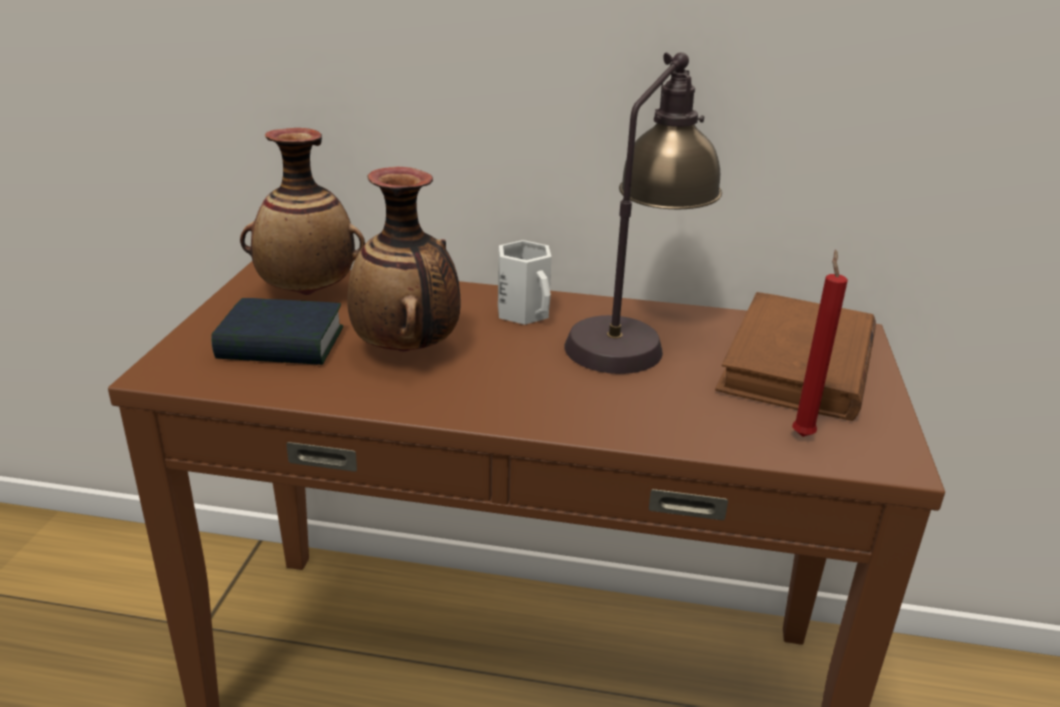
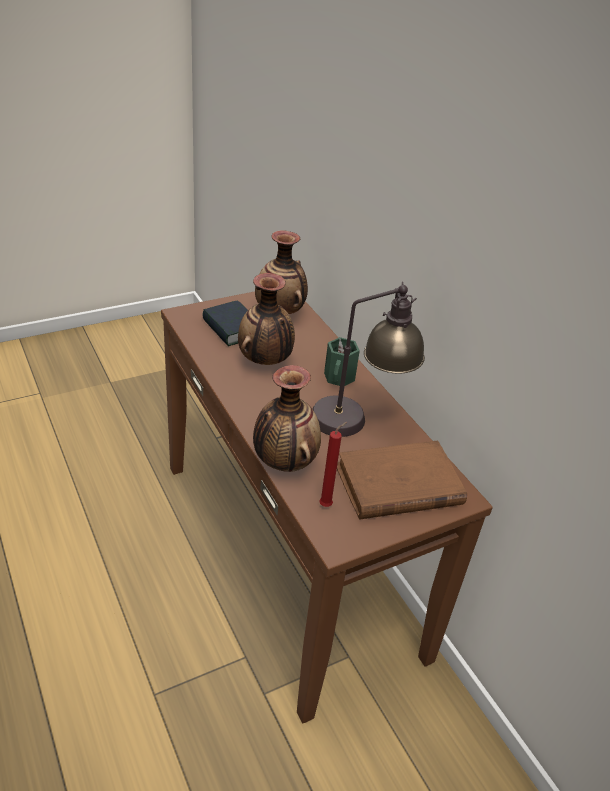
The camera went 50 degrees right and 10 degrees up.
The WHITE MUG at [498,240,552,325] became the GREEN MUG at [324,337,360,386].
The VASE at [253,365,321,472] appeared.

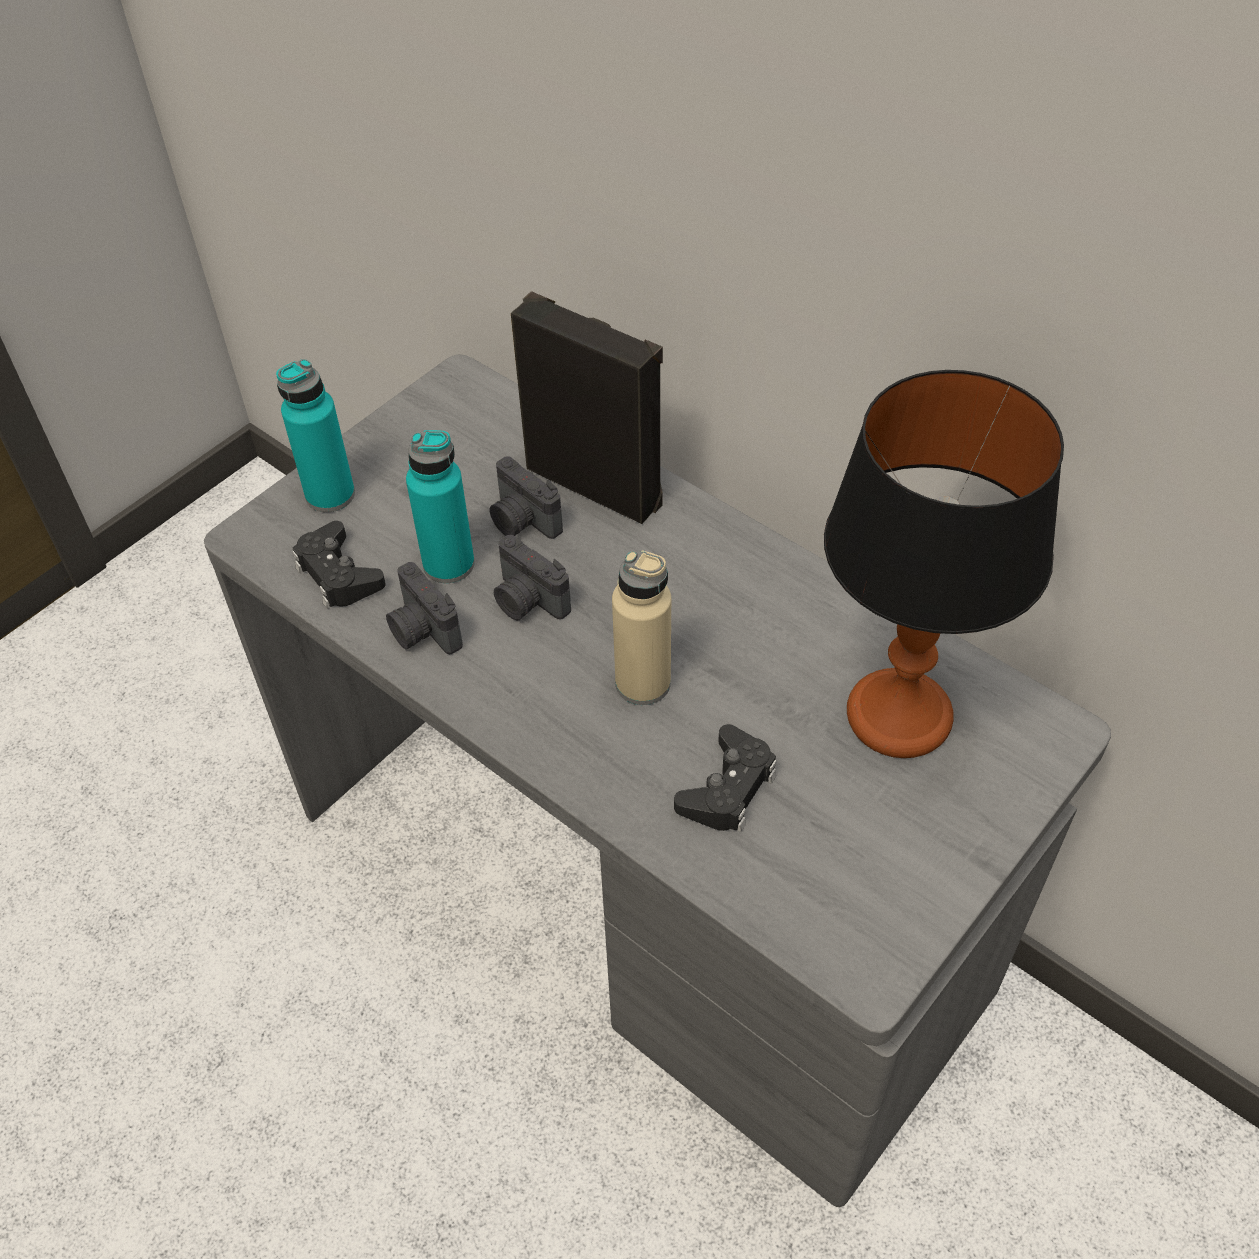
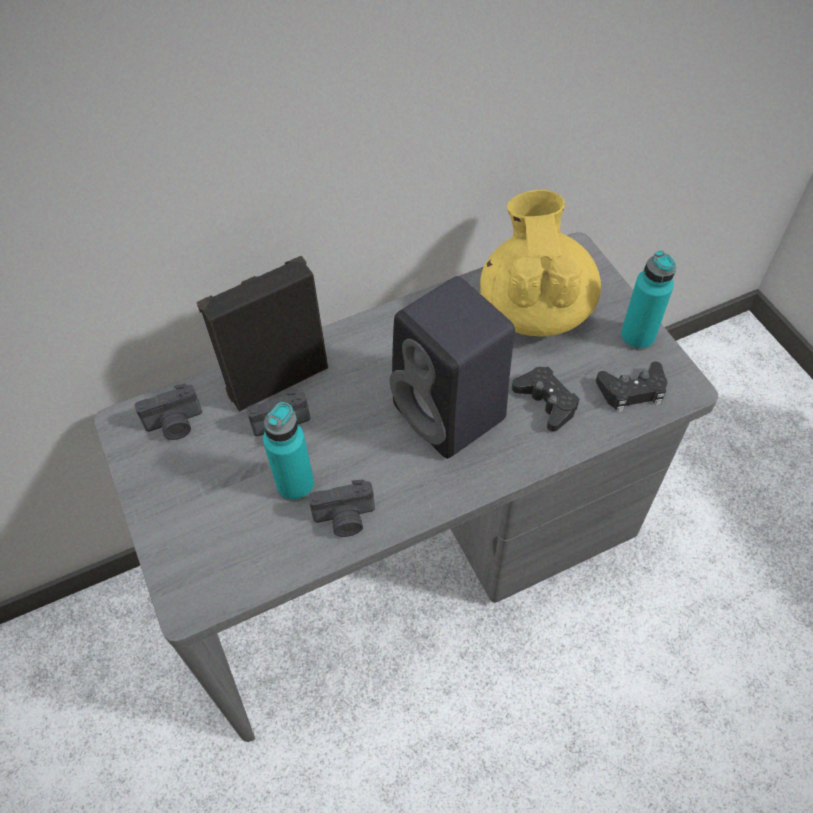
The camera went 65 degrees left and 5 degrees up.
The TURQUOISE BOTTLE moved from [276,359,355,512] to [620,251,676,351].
The BLACK GAME CONTROLLER moved from [292,521,386,609] to [596,362,667,412].
The PHOTO CAMERA moved from [494,535,571,620] to [134,383,202,440].
The BEIGE BOTTLE at [612,550,671,705] was replaced by the BLACK SPEAKER at [390,276,515,459].
The TABLE LAMP at [824,370,1064,758] was replaced by the YELLOW TEAPOT at [480,190,601,336].

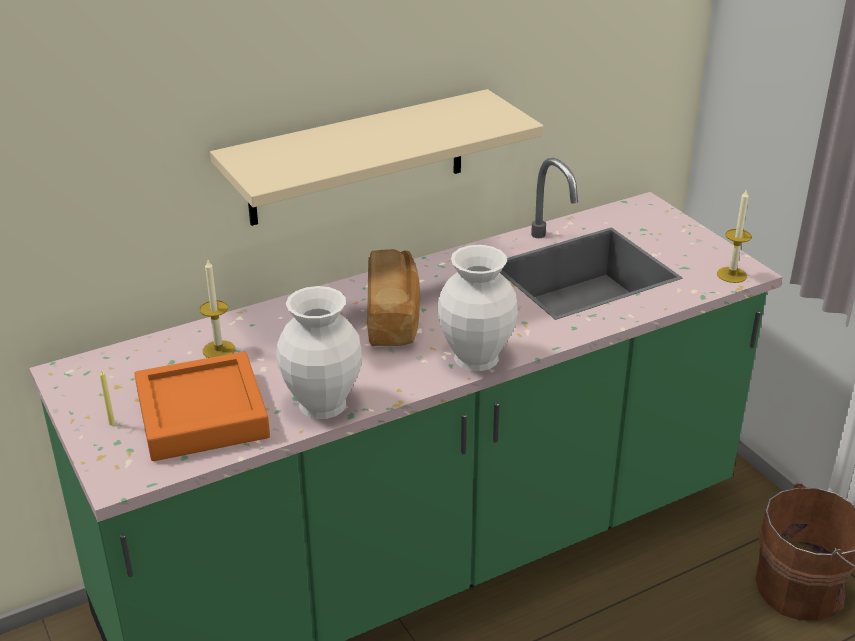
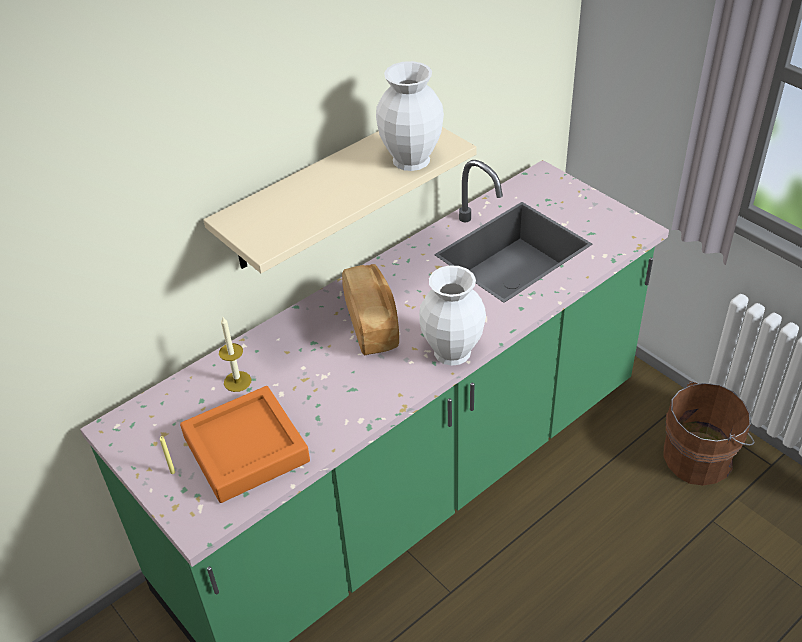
The camera went 10 degrees left and 10 degrees up.
The WHITE VASE moved from [276,286,362,419] to [376,61,444,171].
The CANDLE at [717,190,752,283] disappeared.

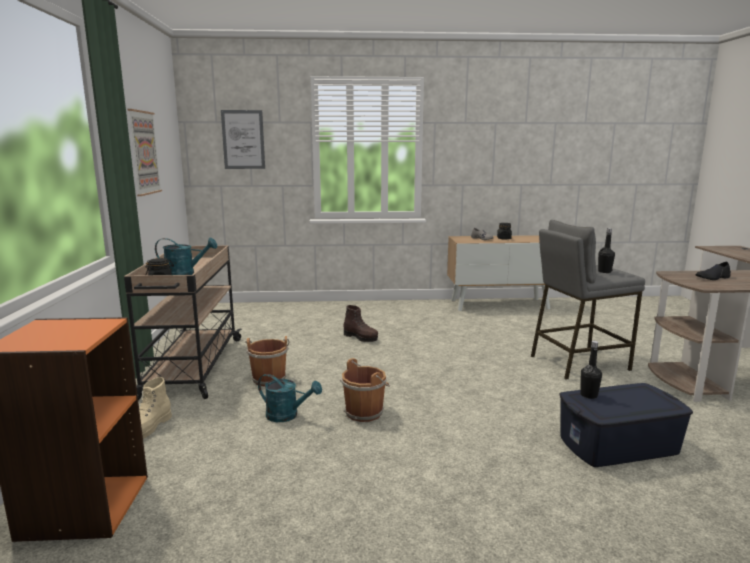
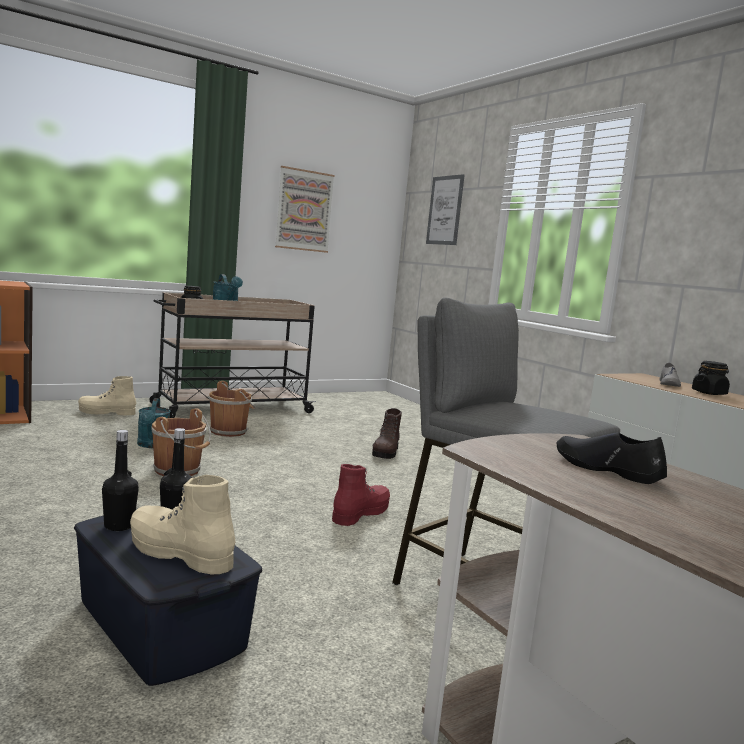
The camera went 60 degrees right and 5 degrees down.
The BLACK BOTTLE moved from [598,228,615,273] to [102,430,139,531].
The BEIGE BOOT at [130,475,236,574] appeared.
The RED BOOT at [332,464,390,526] appeared.

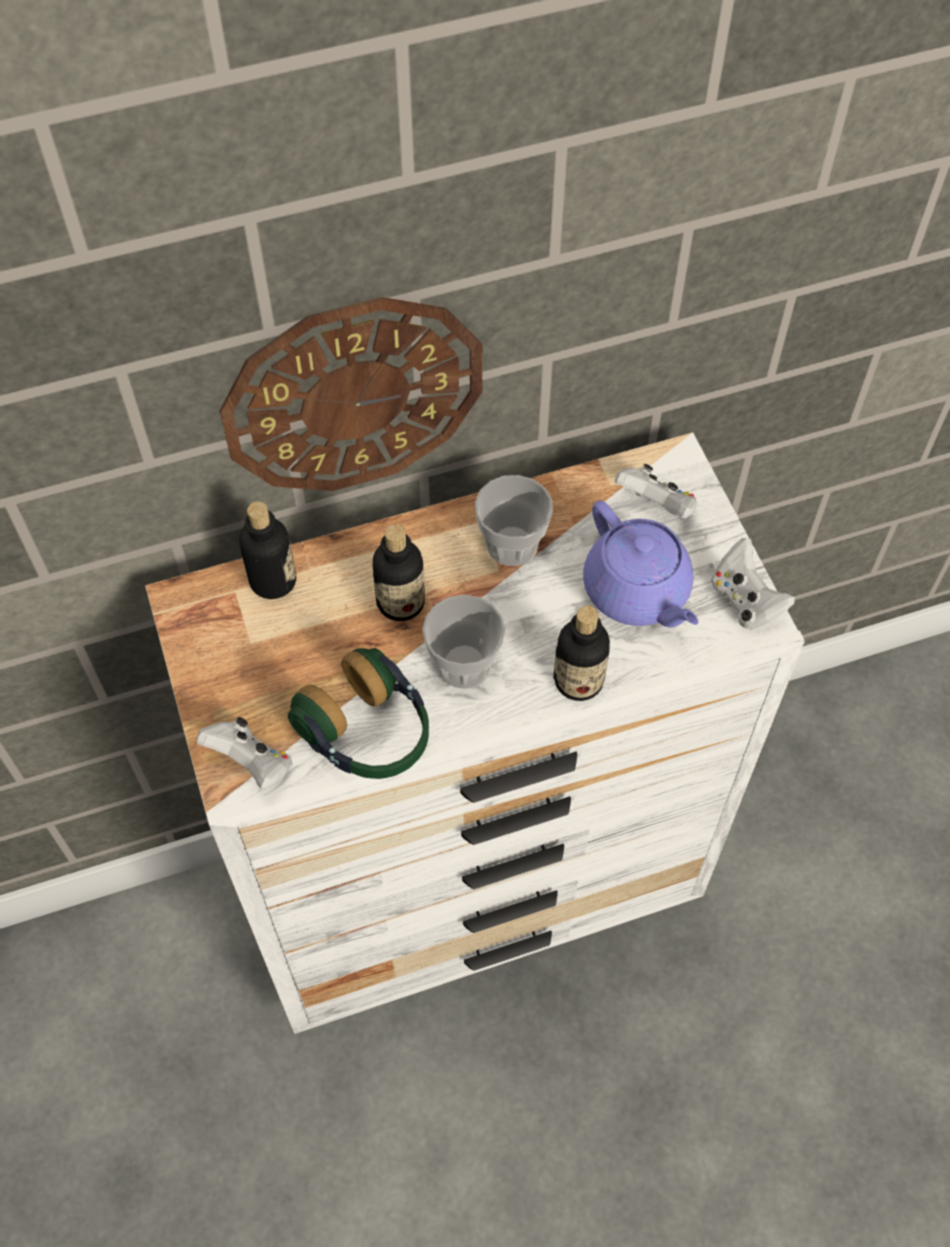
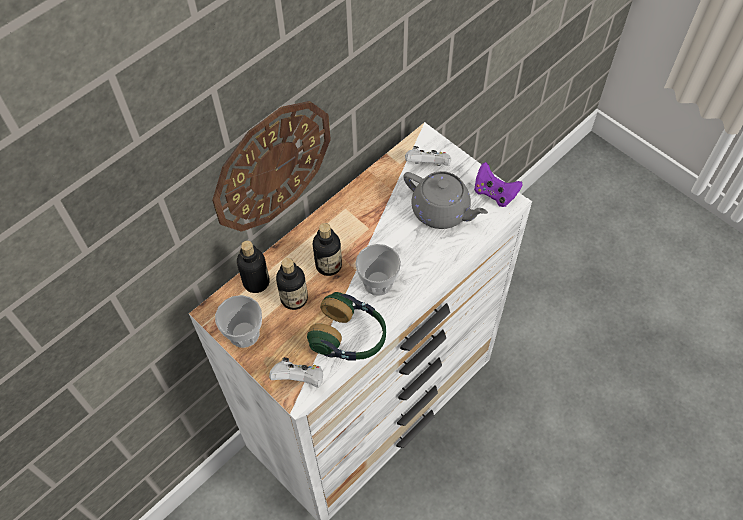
The camera went 25 degrees left and 0 degrees up.
The CUP moved from [475,475,553,566] to [215,295,262,348].
The BOTTLE moved from [553,606,610,701] to [276,258,308,310].
The PURPLE TEAPOT at [583,501,698,627] became the GREY TEAPOT at [403,171,488,229].
The WHITE GAME CONTROLLER at [711,538,795,630] became the PURPLE GAME CONTROLLER at [474,162,523,207].

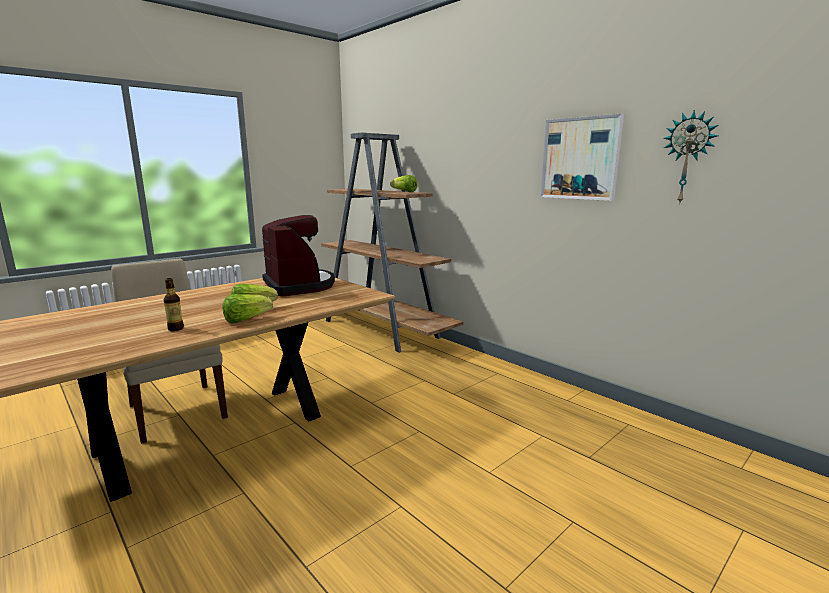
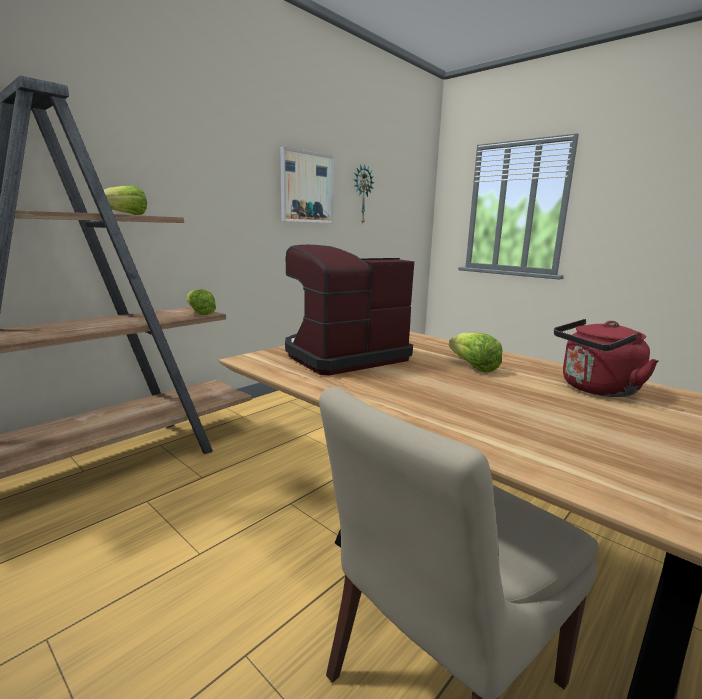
The camera went 95 degrees left and 0 degrees up.
The BOTTLE at [164,278,184,331] was replaced by the RED KETTLE at [554,319,658,397].
The LETTUCE moved from [223,294,273,323] to [186,289,216,315].

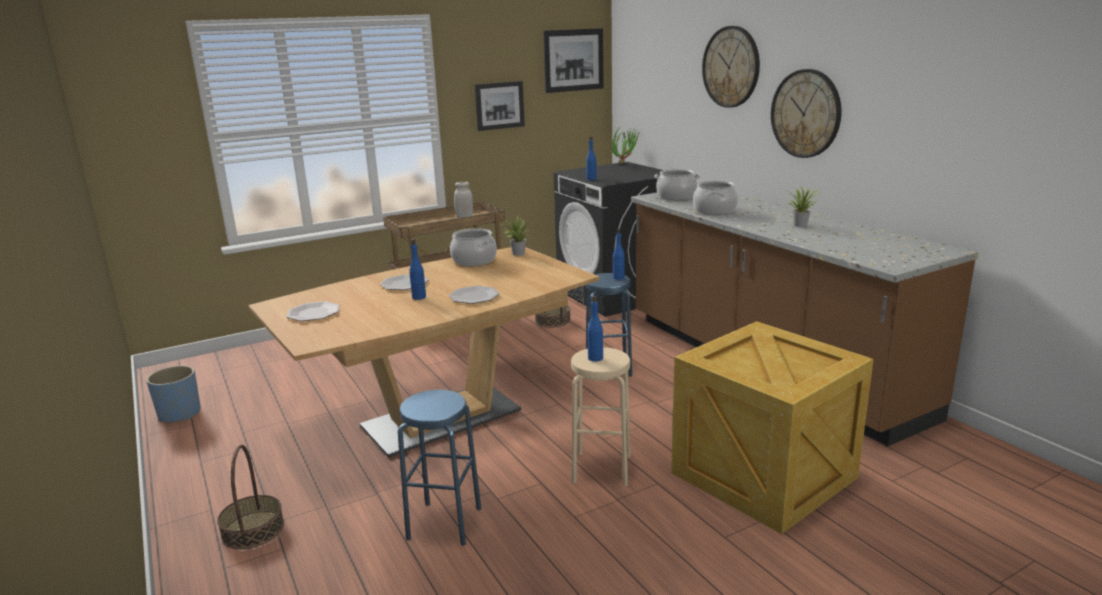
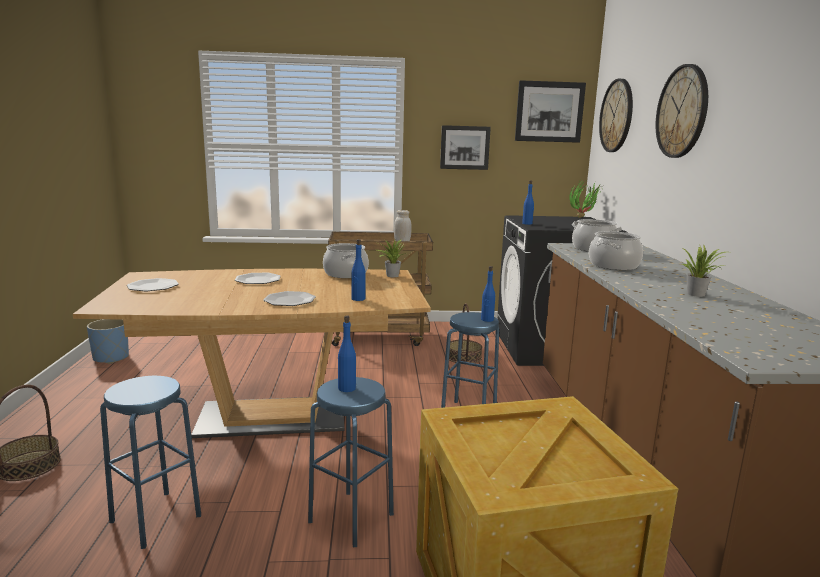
The camera went 25 degrees right and 5 degrees down.
The BLUE BOTTLE moved from [409,239,426,300] to [352,239,366,301].
The BEIGE STOOL at [571,347,630,486] became the BLUE STOOL at [308,377,394,547].
The WALL CLOCK moved from [771,69,841,158] to [599,79,633,152].

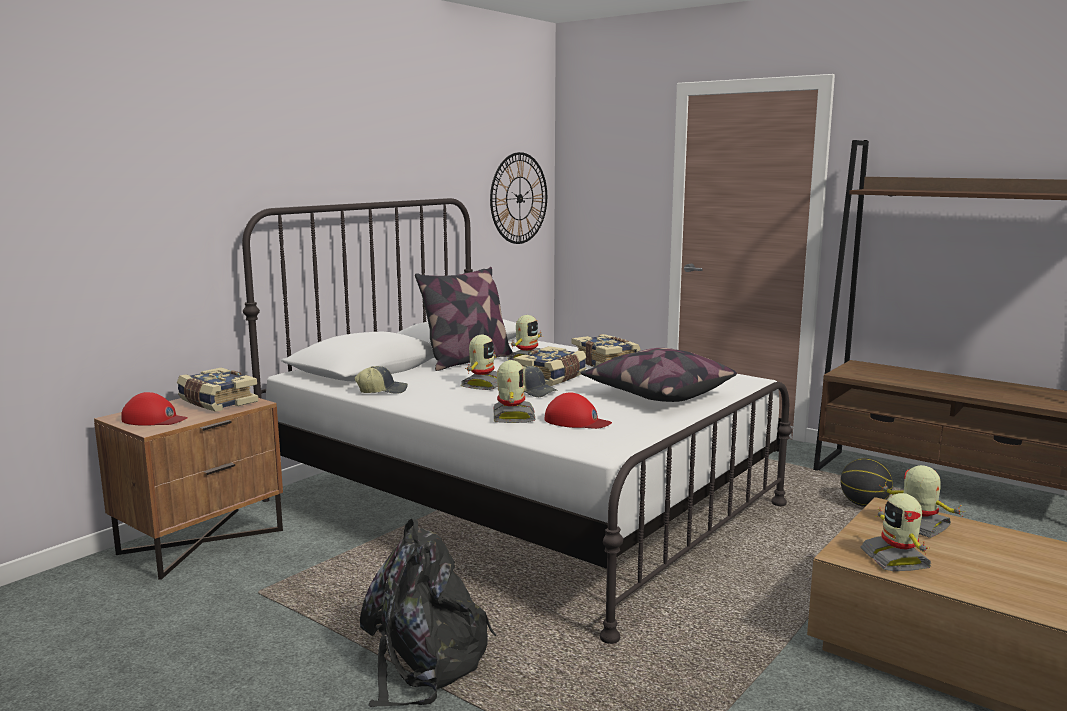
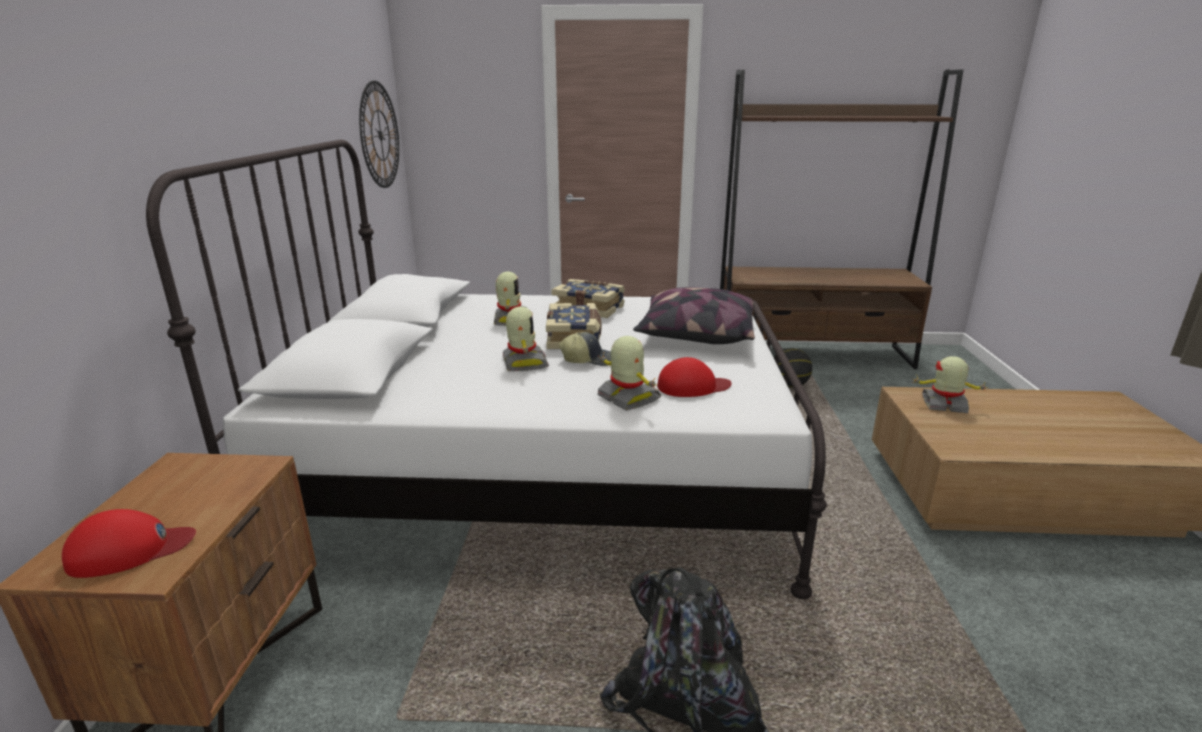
The camera went 35 degrees left and 10 degrees up.
The BOOK at [177,367,259,412] disappeared.
The CAP at [355,366,408,394] disappeared.
The PILLOW at [415,267,513,371] disappeared.
The TOY ROBOT at [860,493,931,571] disappeared.

